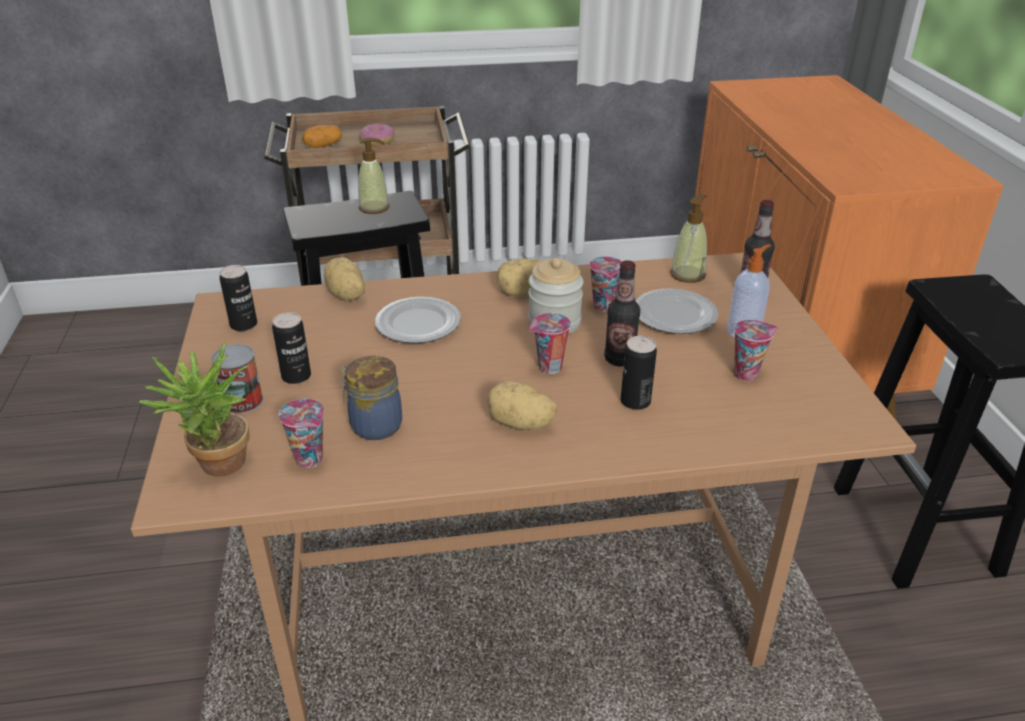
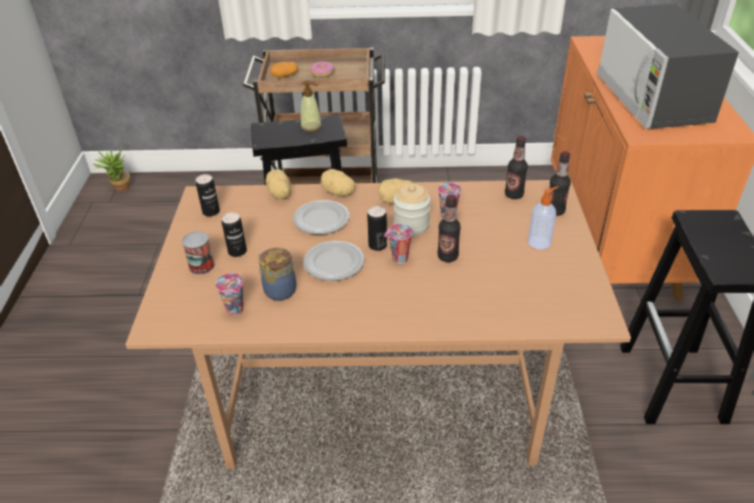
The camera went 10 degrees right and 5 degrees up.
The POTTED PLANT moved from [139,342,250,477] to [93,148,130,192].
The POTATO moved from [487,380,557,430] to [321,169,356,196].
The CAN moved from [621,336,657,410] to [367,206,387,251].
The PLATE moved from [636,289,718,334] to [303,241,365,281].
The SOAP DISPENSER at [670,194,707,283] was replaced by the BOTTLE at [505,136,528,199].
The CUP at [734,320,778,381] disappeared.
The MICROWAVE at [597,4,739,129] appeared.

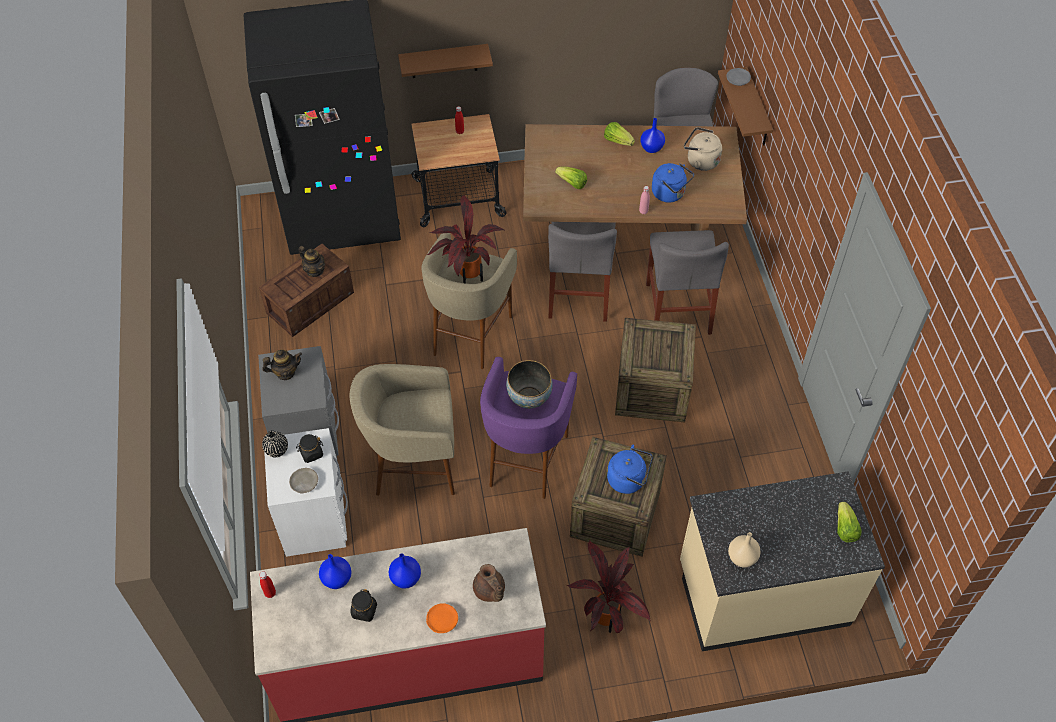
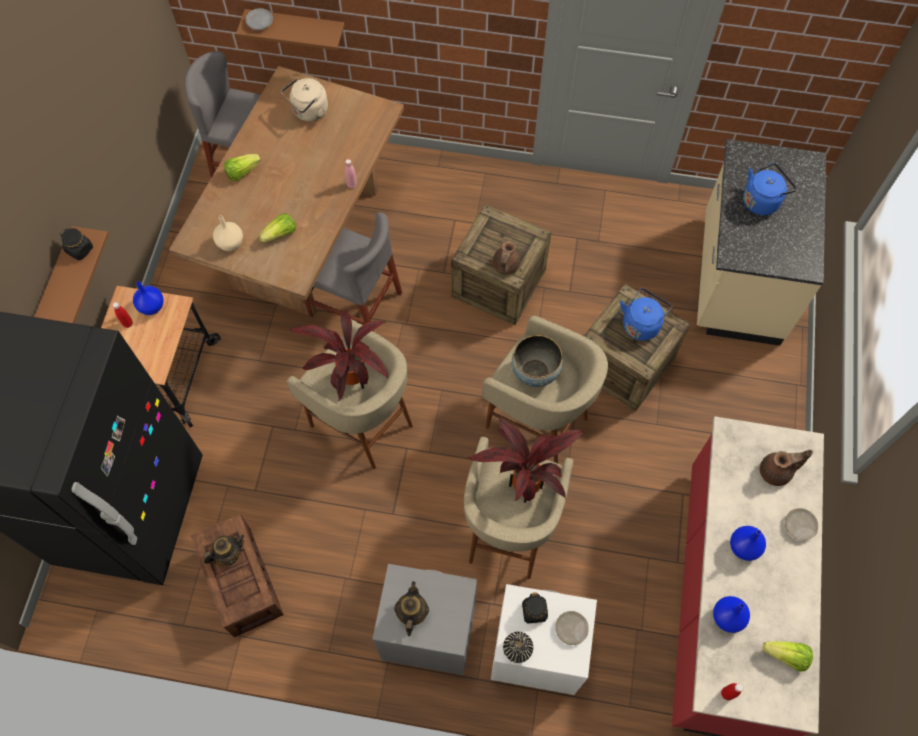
The camera went 70 degrees left and 10 degrees up.
The BLACK JAR moved from [350,589,377,622] to [60,228,93,260].
The ORANGE PLATE at [426,603,458,633] became the BEIGE PLATE at [785,508,818,541].
The PURPLE STOOL at [480,357,577,499] became the BEIGE STOOL at [482,316,608,463].
The POTTED PLANT moved from [567,541,651,633] to [468,416,584,503].
The BLUE VASE moved from [641,118,665,153] to [133,281,163,315].
The GREY CHAIR at [646,230,729,335] disappeared.
The BLUE KETTLE moved from [652,163,694,203] to [743,163,797,215].
The BEIGE VASE moved from [728,532,761,567] to [213,215,243,251].
The LETTUCE moved from [837,502,861,542] to [762,641,813,672].
The BROWN TEAPOT at [493,241,521,275] appeared.

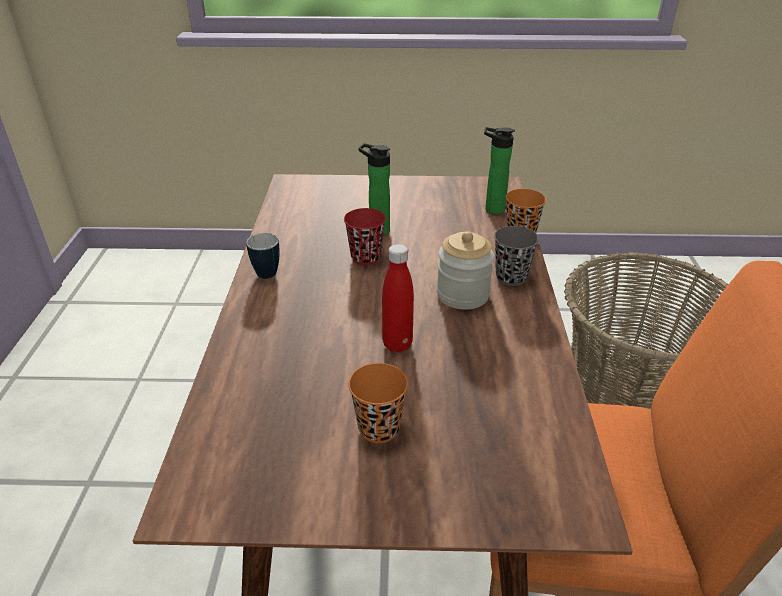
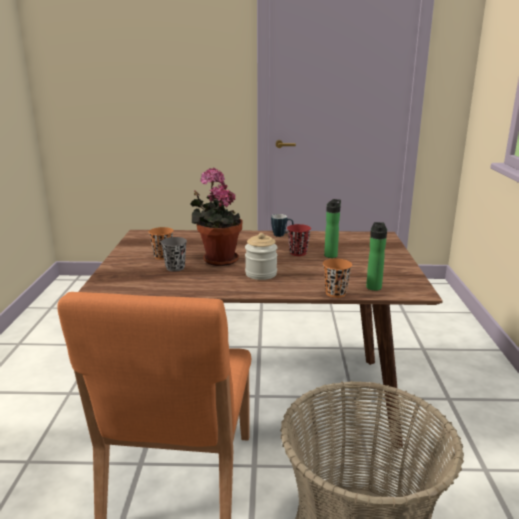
The camera went 90 degrees right and 15 degrees down.
The RED BOTTLE at [382,244,414,353] was replaced by the POTTED PLANT at [190,168,242,266].
The GREY CUP moved from [494,226,539,286] to [161,237,187,272].

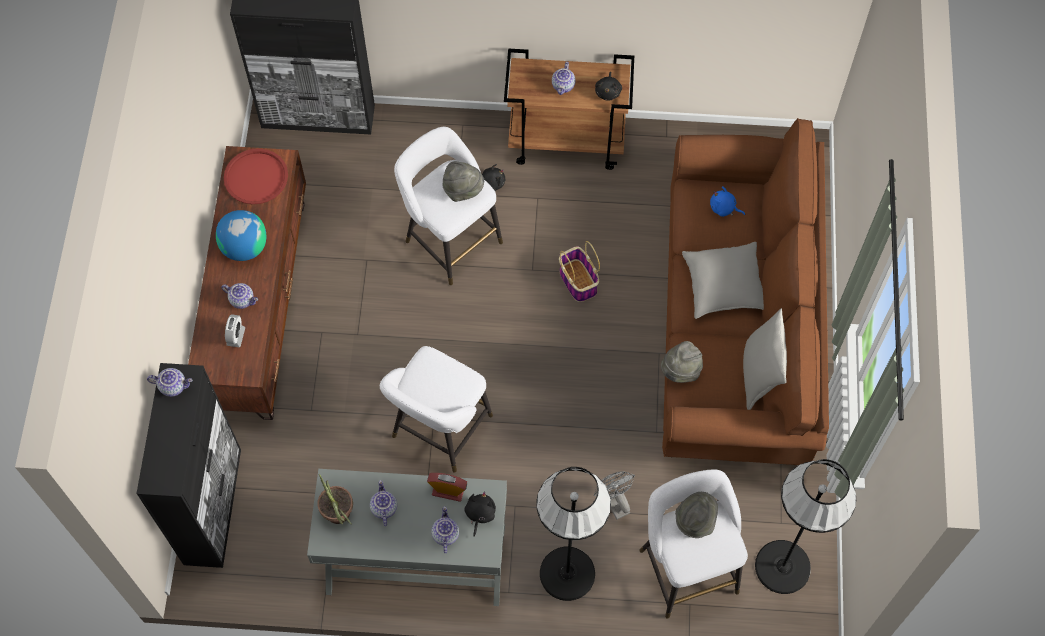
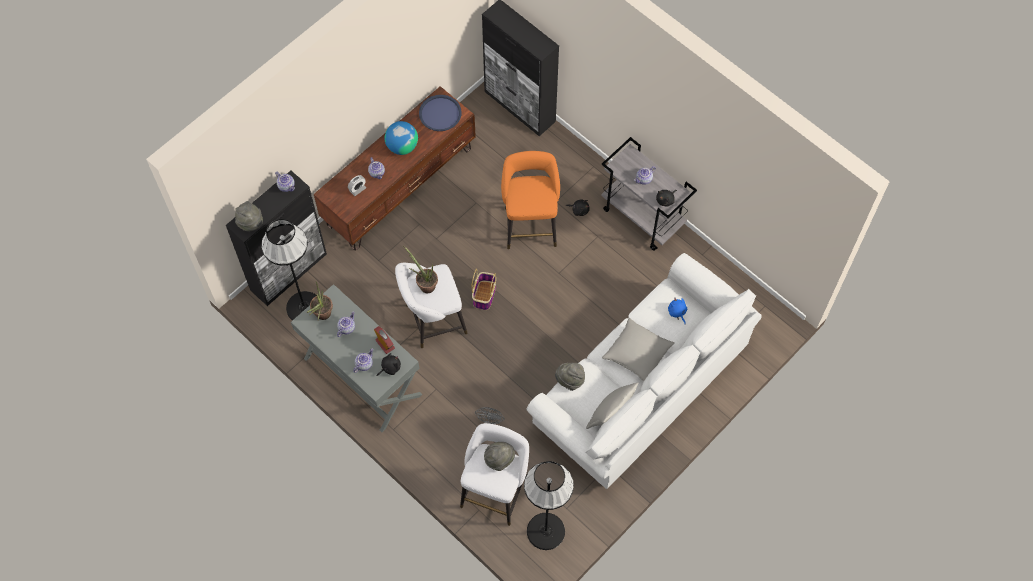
The camera went 40 degrees right and 0 degrees up.
The RED TRAY at [224,148,288,204] became the BLUE TRAY at [419,95,462,131].
The WHITE STOOL at [394,127,503,285] became the ORANGE STOOL at [501,151,560,249].
The GREY HAT moved from [443,161,484,202] to [235,201,263,231].
The BROWN CART at [504,49,634,170] became the GREY CART at [601,137,697,251].
The BLACK FLOOR LAMP moved from [536,467,611,601] to [261,219,317,321].
The BASKET moved from [559,241,600,302] to [471,269,496,310].
The BROWN SOFA at [662,118,829,465] became the WHITE SOFA at [526,253,762,489].
The POTTED PLANT at [404,246,438,293] appeared.

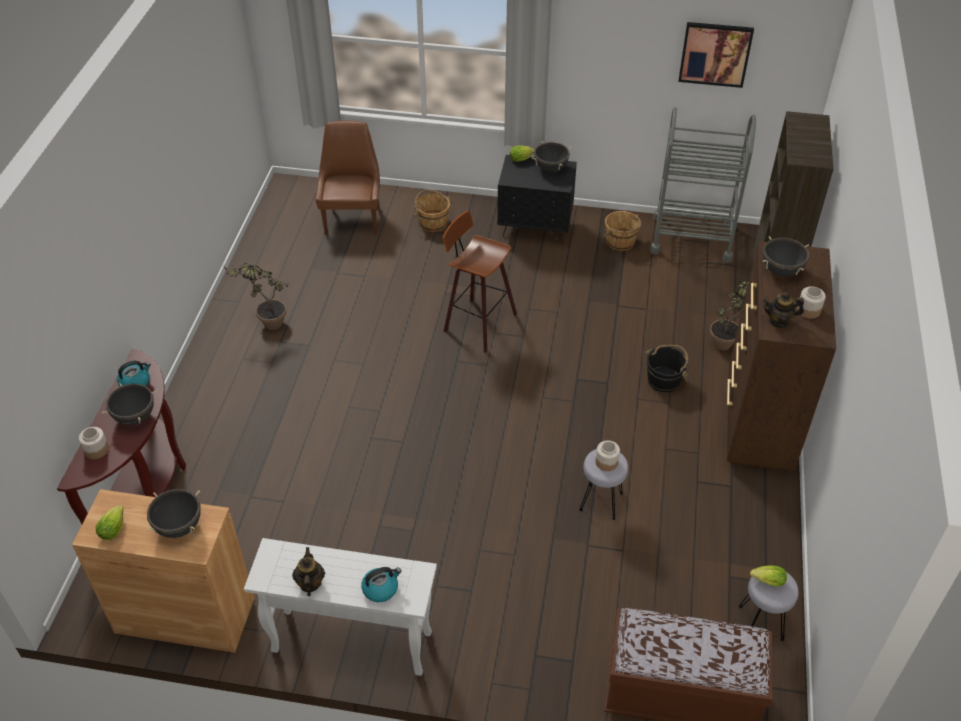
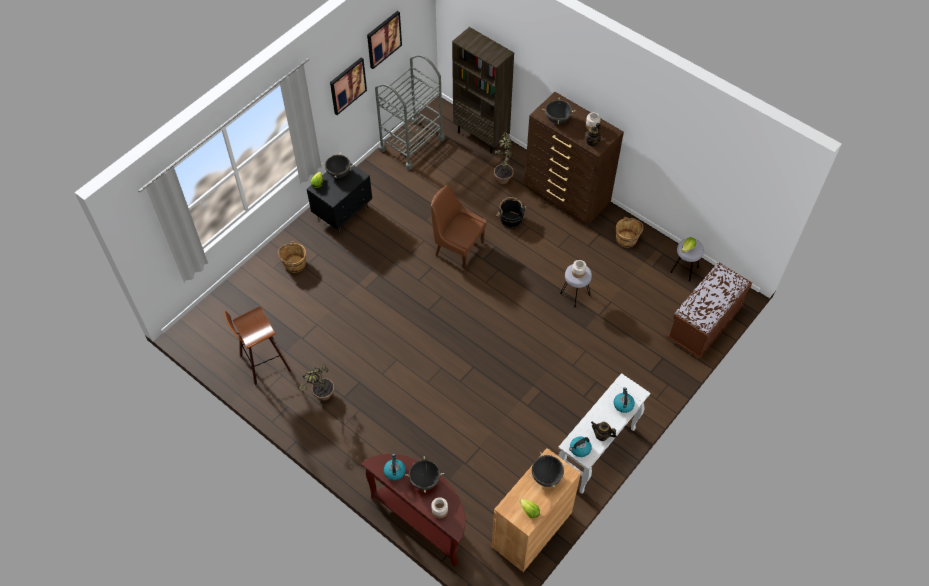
The camera went 60 degrees left and 10 degrees up.
The BROWN CHAIR moved from [316,120,380,235] to [431,185,487,269].
The STOOL moved from [443,211,517,353] to [224,306,291,385].
The BROWN BUCKET moved from [603,211,641,251] to [616,217,644,248].
The PICTURE at [330,58,367,115] appeared.
The KETTLE at [569,436,592,457] appeared.

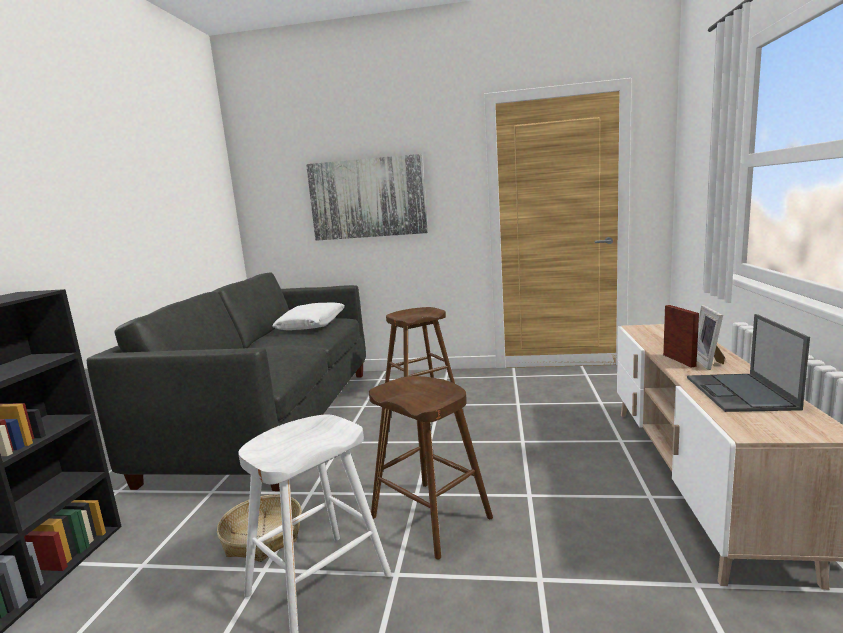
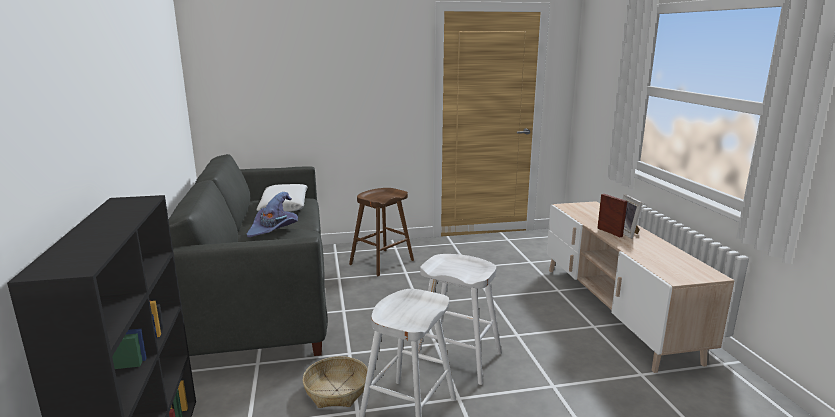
The camera went 20 degrees left and 5 degrees up.
The PICTURE at [306,154,428,241] disappeared.
The BROWN STOOL at [369,376,493,559] became the WHITE STOOL at [412,254,502,385].
The LAPTOP at [687,314,810,412] disappeared.
The PURPLE HAT at [247,192,298,237] appeared.

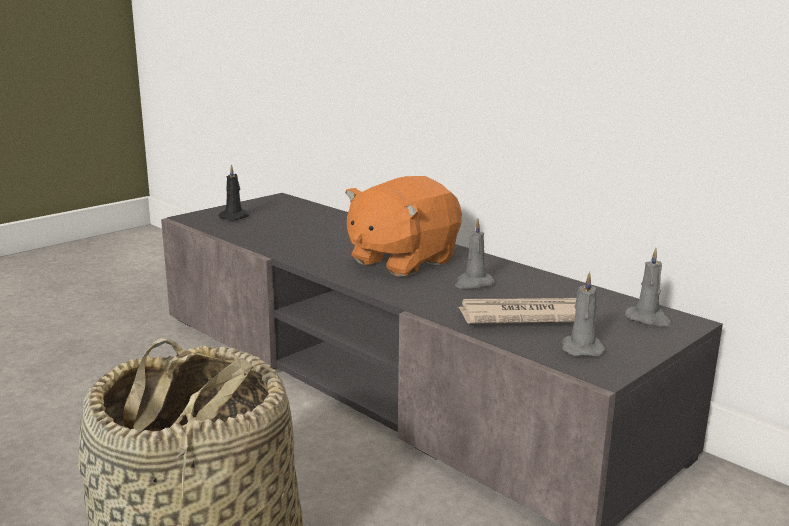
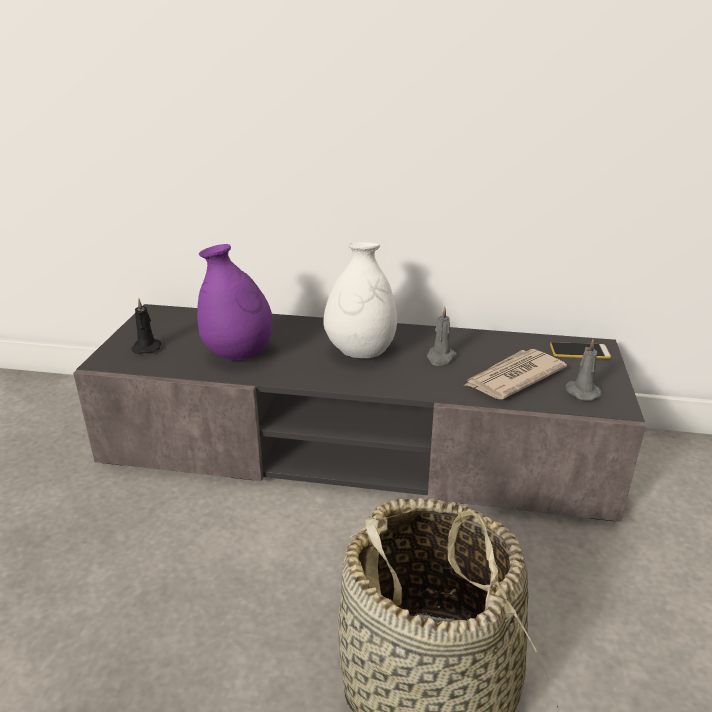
The camera went 35 degrees left and 10 degrees up.
The ORANGE PLUSH TOY at [345,176,462,277] was replaced by the WHITE VASE at [323,242,397,358].
The GREY CANDLE at [625,248,672,326] was replaced by the PHONE at [550,342,611,359].
The PURPLE VASE at [197,244,273,361] appeared.

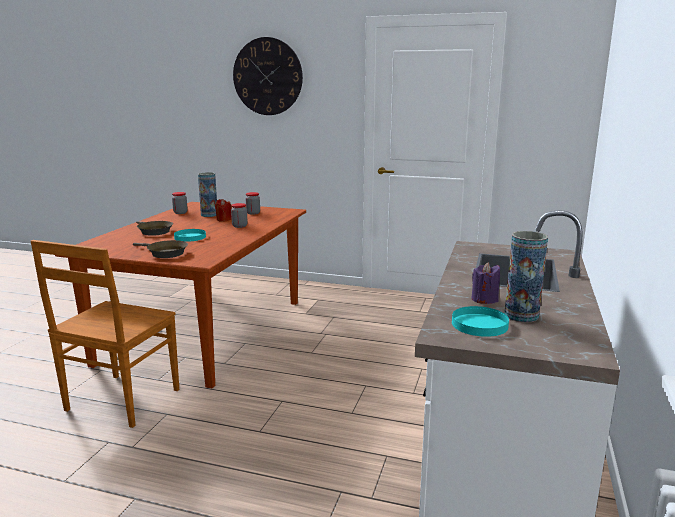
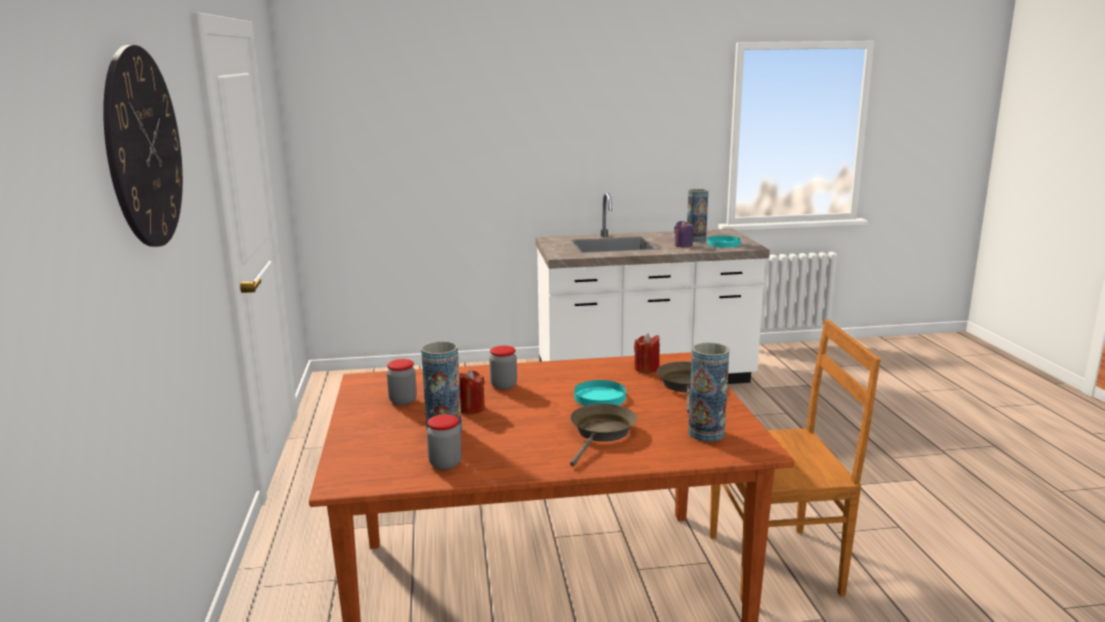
The camera went 115 degrees left and 0 degrees up.
The RED CANDLE at [634,333,660,373] appeared.
The VASE at [688,342,729,442] appeared.

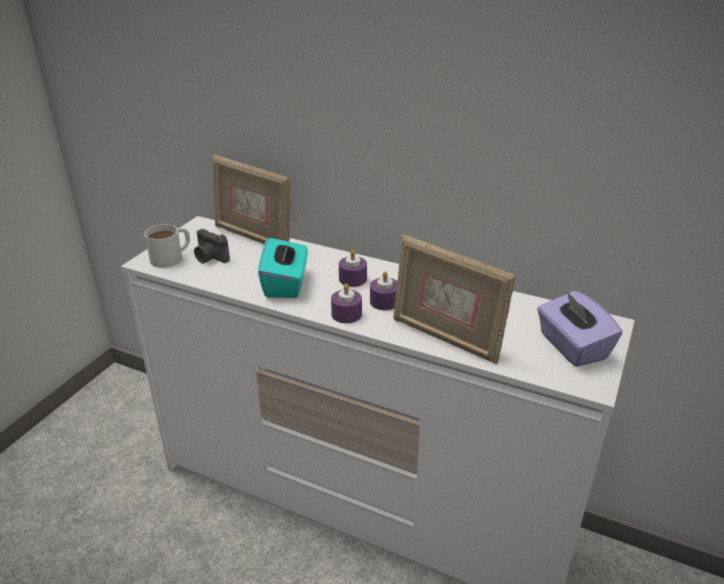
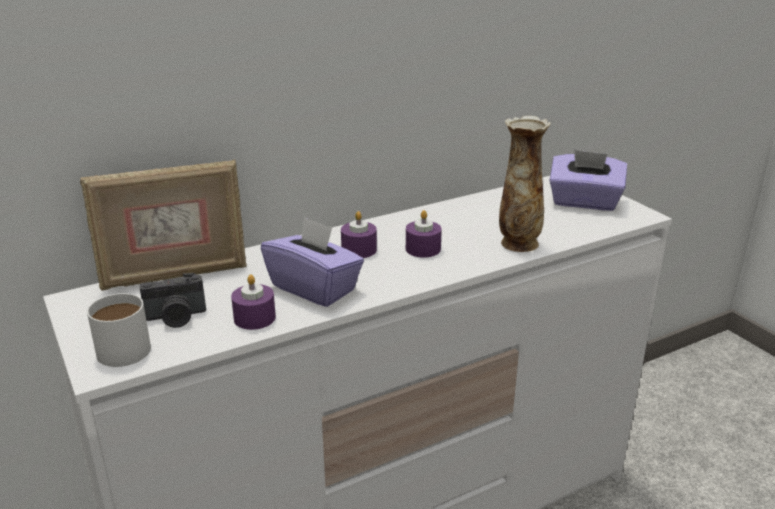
The camera went 55 degrees left and 5 degrees down.
The TURQUOISE TISSUE BOX at [258,235,308,298] became the PURPLE TISSUE BOX at [261,217,364,307].
The PURPLE CANDLE moved from [331,283,362,323] to [231,274,276,330].
The PICTURE FRAME at [393,235,516,364] was replaced by the VASE at [499,116,550,252].

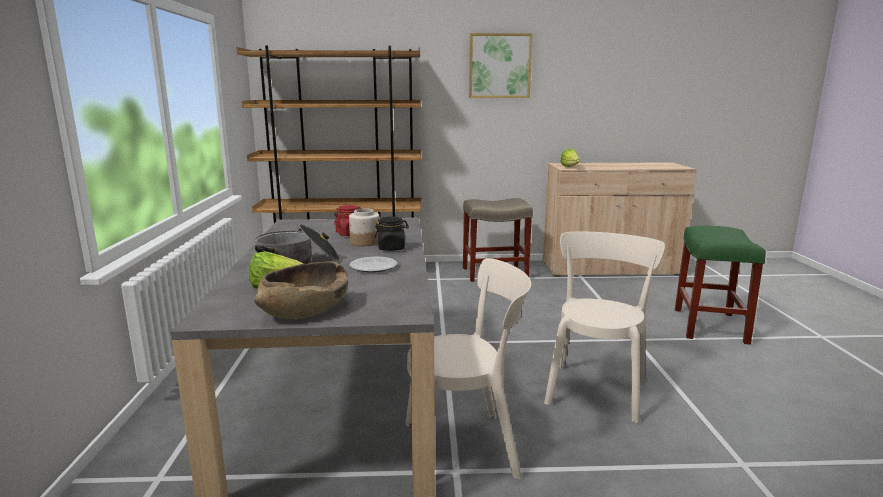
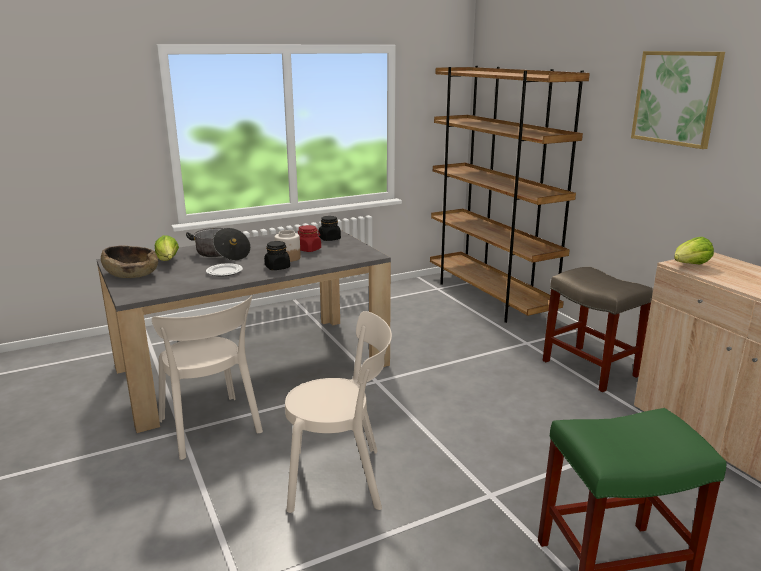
The camera went 65 degrees right and 5 degrees up.
The BLACK JAR at [319,216,341,241] appeared.

